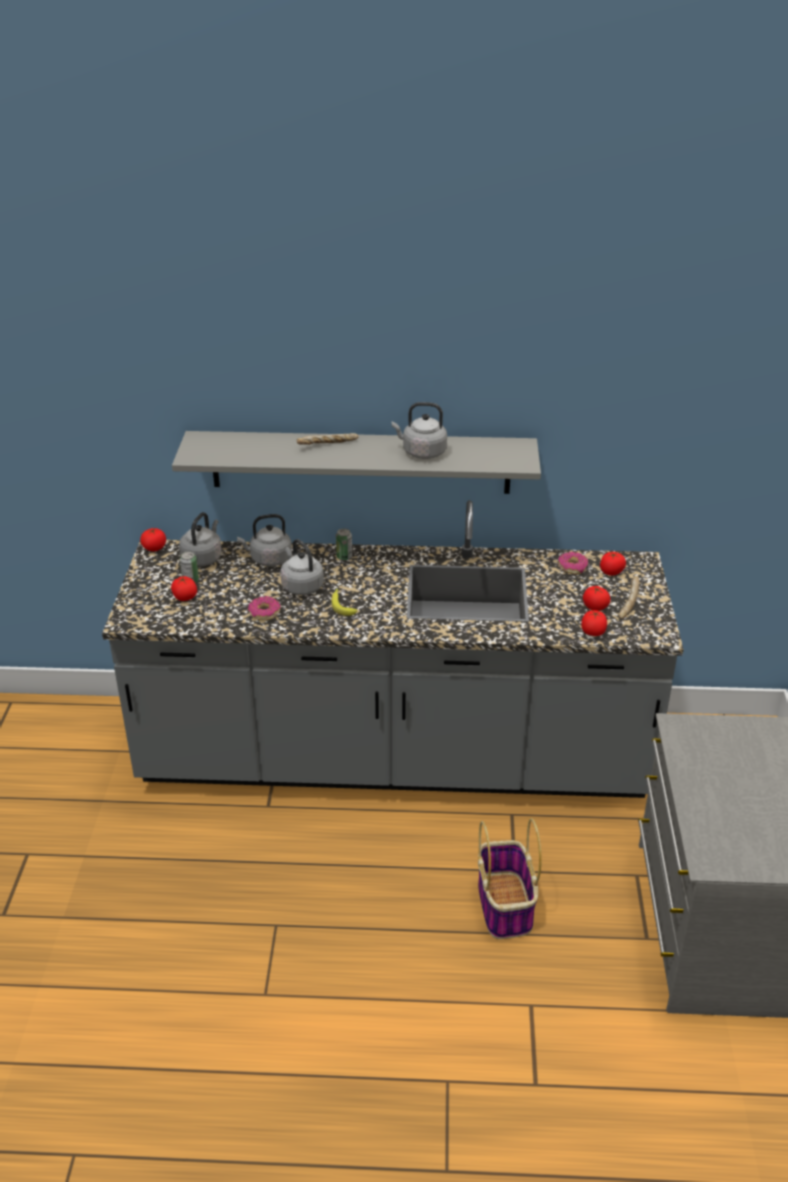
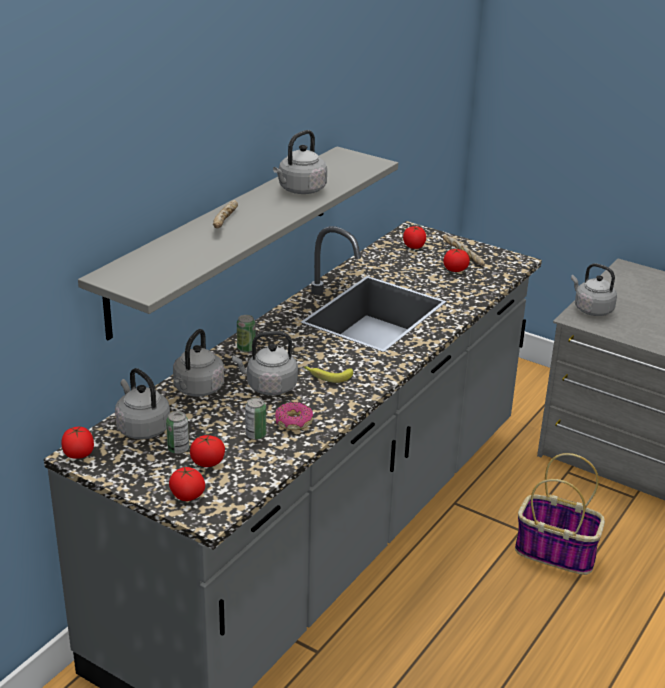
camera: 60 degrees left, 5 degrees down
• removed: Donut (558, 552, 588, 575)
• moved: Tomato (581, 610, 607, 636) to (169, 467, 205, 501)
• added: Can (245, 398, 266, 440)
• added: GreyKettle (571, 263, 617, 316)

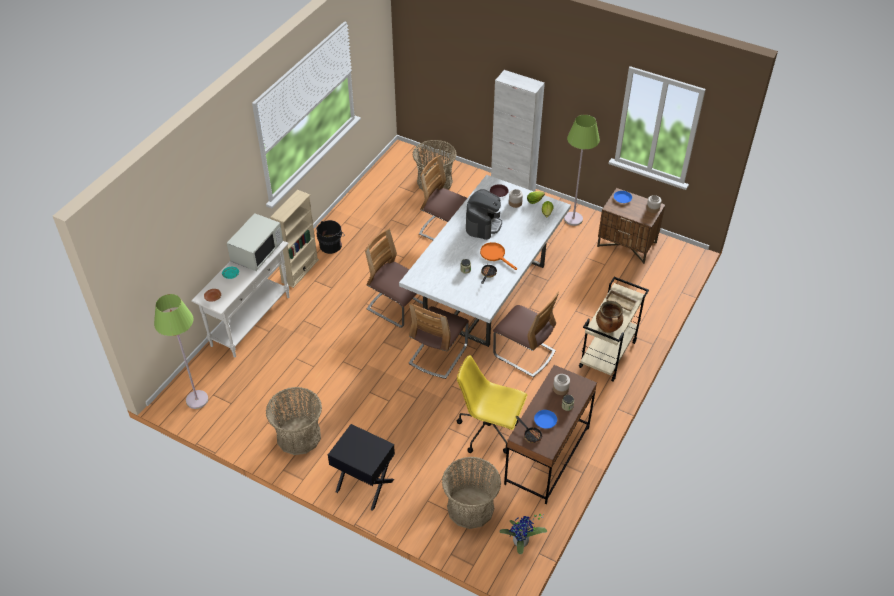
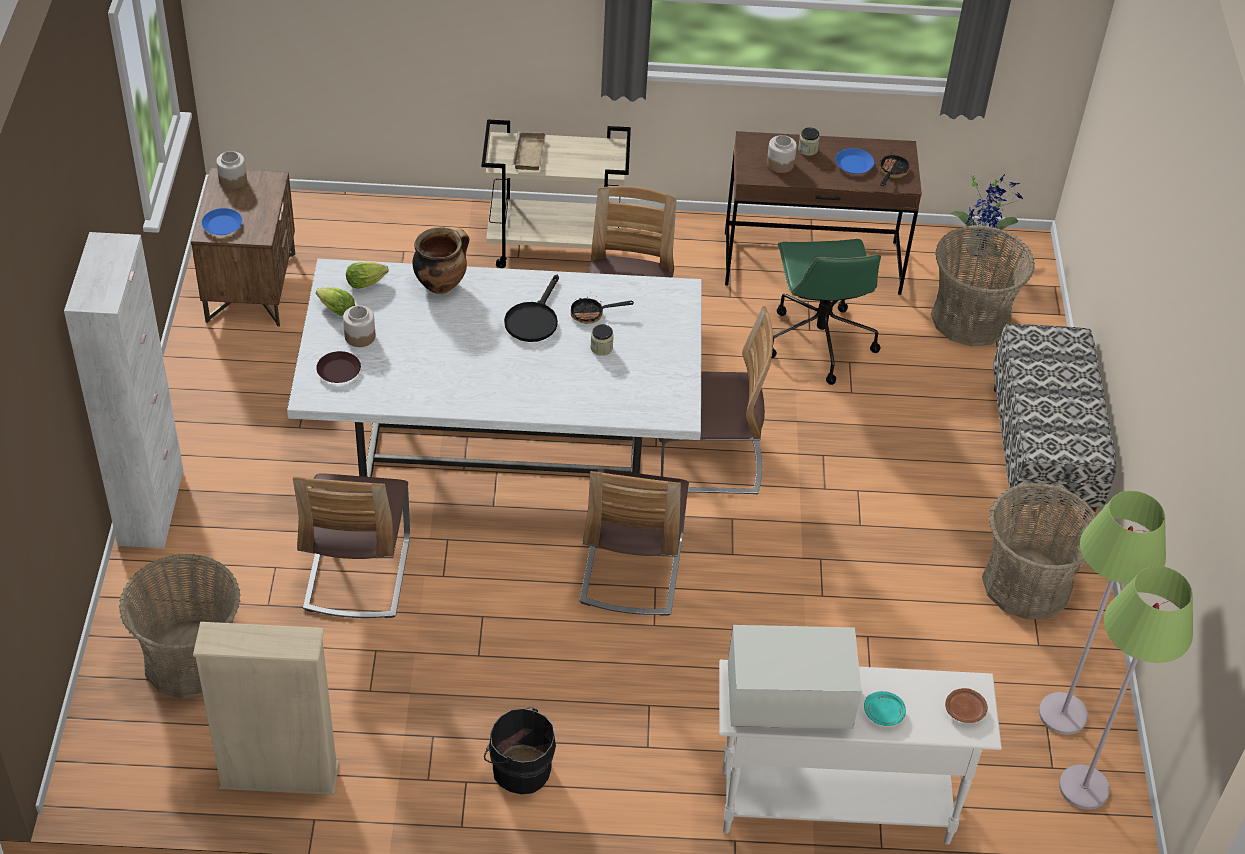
camera: 120 degrees left, 0 degrees up
• moved: BeigeBookcase (270, 190, 319, 288) to (193, 622, 339, 795)
• replaced: BlackNightstand (328, 424, 395, 511) to Bench (993, 324, 1116, 522)
• recoloured: YellowOfficeChair (457, 355, 527, 454) to GreenOfficeChair (772, 239, 881, 385)
• removed: CoffeeMachine (466, 189, 502, 240)
• recoloured: OrangeFryingPan (480, 242, 517, 270) to BlackFryingPan (504, 275, 559, 342)
• moved: GreenFloorLamp (564, 114, 600, 226) to (1039, 491, 1166, 735)
• moved: CookingPot (596, 301, 623, 333) to (412, 227, 469, 294)

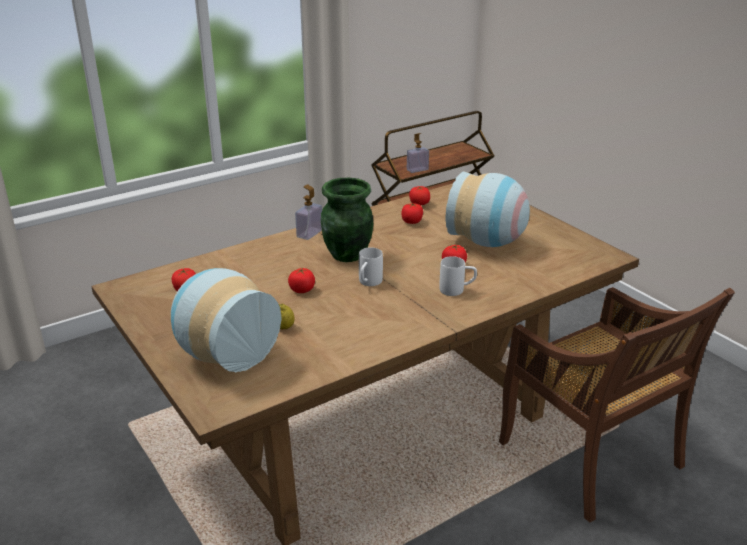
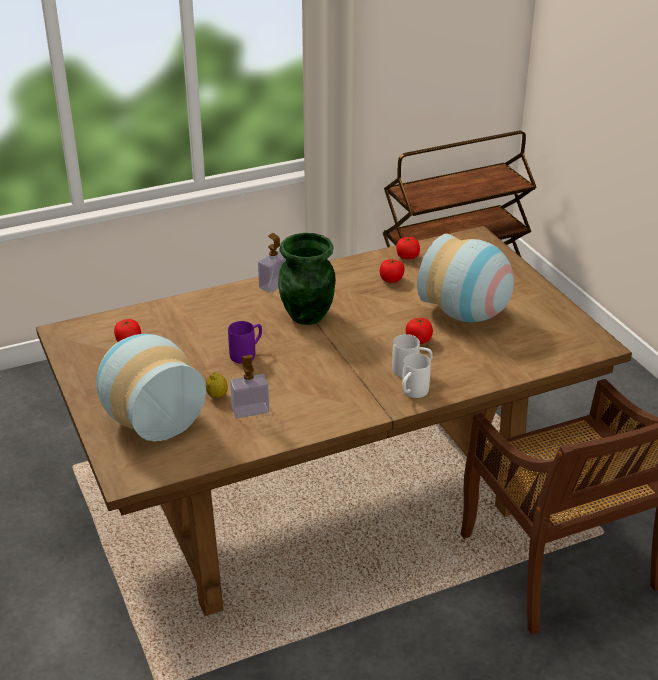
camera: 10 degrees right, 5 degrees up
• replaced: Tomato (288, 268, 315, 293) to PurpleMug (228, 321, 262, 364)
• moved: WhiteMug (359, 247, 383, 286) to (402, 354, 431, 398)
• moved: SoapDispenser (407, 133, 429, 173) to (230, 355, 269, 418)

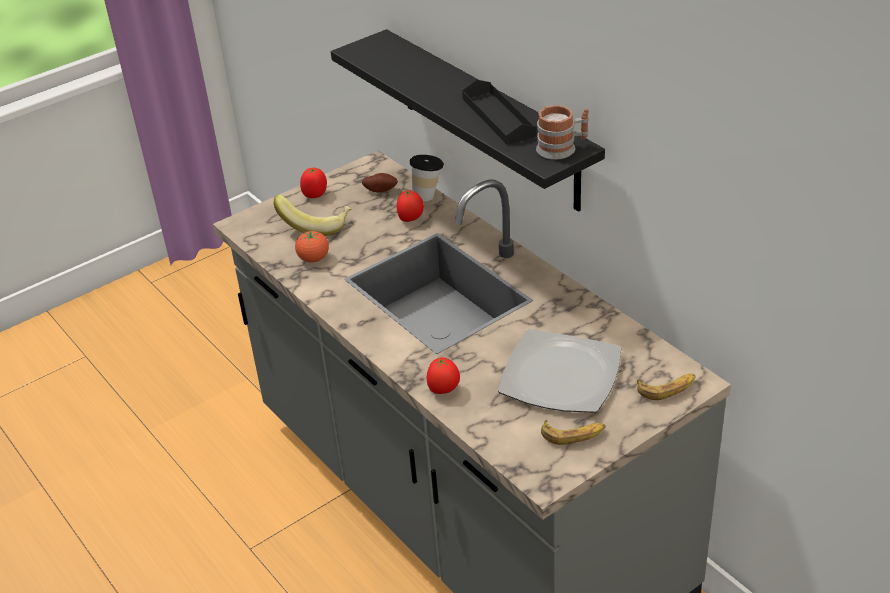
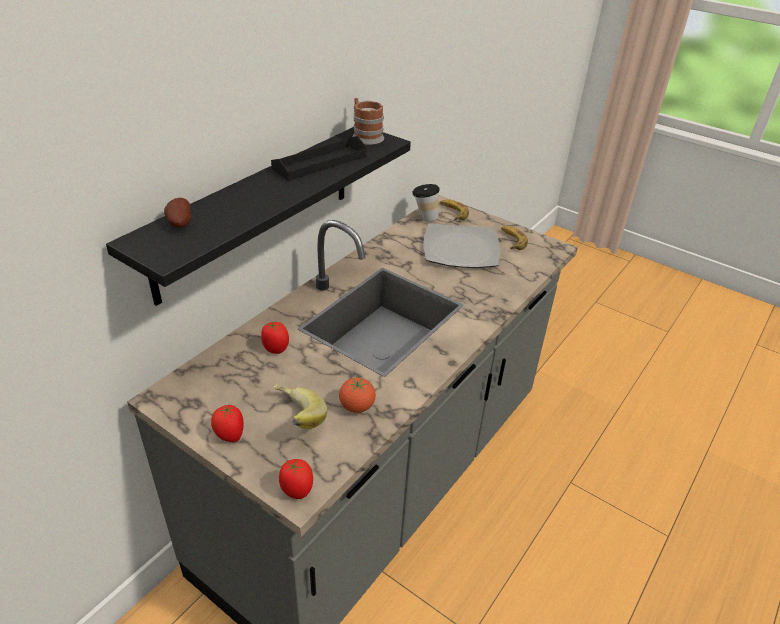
camera: 110 degrees left, 0 degrees up
• moved: Potato (362, 173, 398, 193) to (164, 198, 191, 228)
• moved: Cup (410, 155, 444, 201) to (412, 184, 440, 222)
• moved: Tomato (426, 357, 460, 394) to (279, 459, 313, 499)

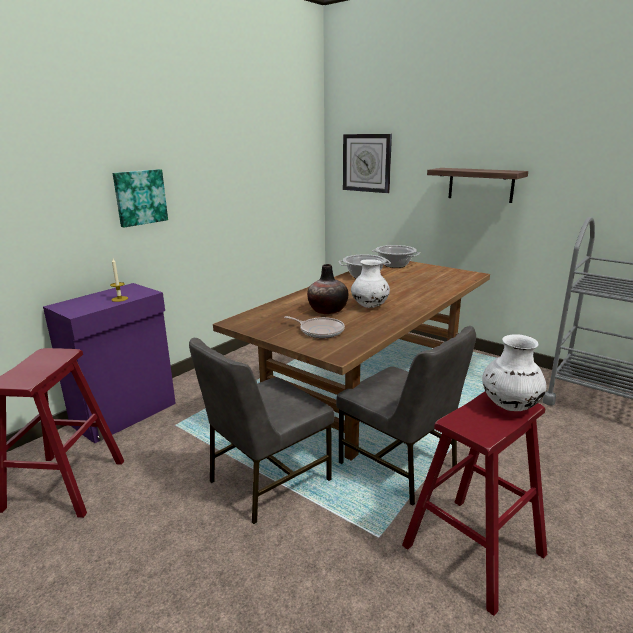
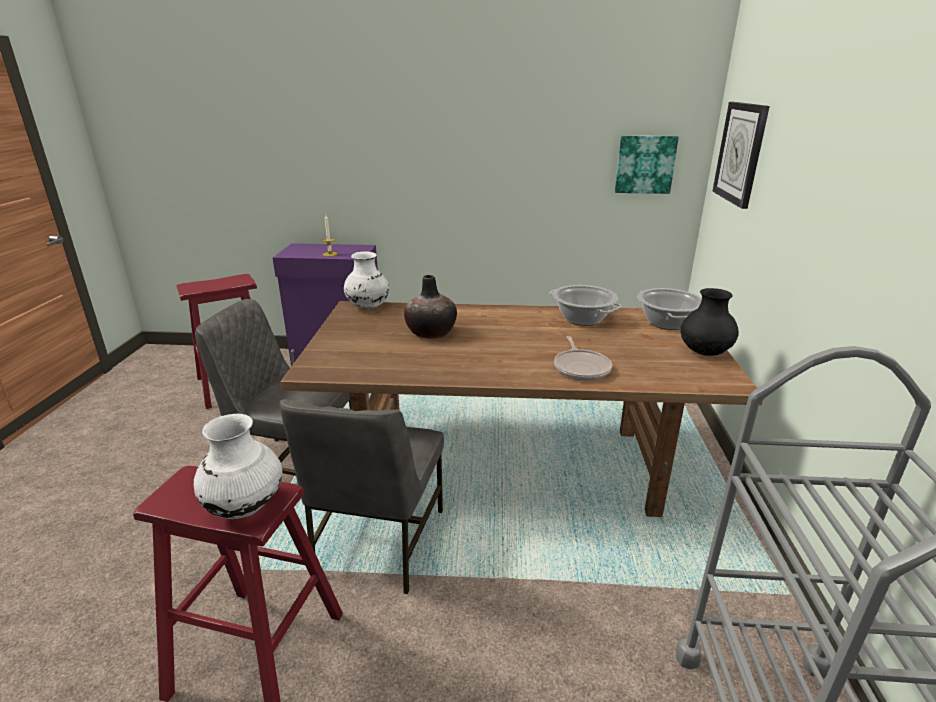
camera: 55 degrees right, 5 degrees up
• moved: Picture (113, 169, 168, 228) to (615, 135, 679, 194)
• moved: FryingPan (284, 316, 345, 338) to (554, 336, 612, 380)
• moved: WhiteVase (351, 259, 390, 308) to (344, 251, 389, 309)
• removed: Shelf (427, 168, 528, 203)
• added: BlackVase (680, 288, 739, 356)

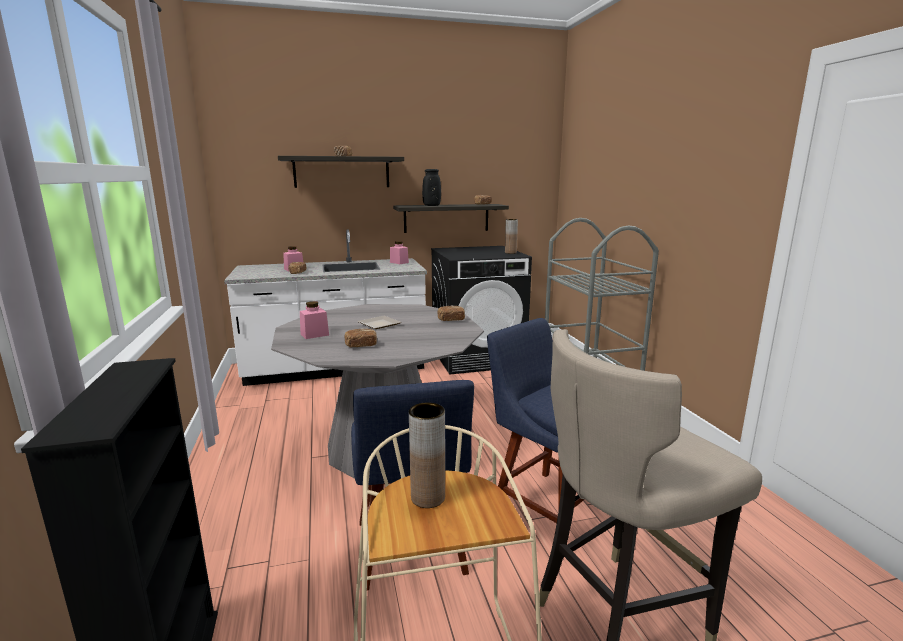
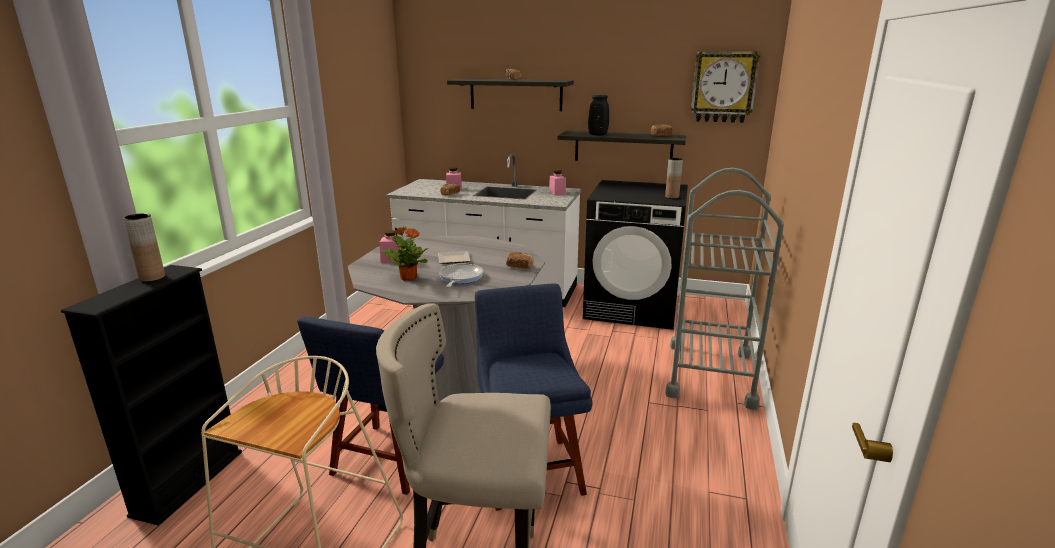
camera: 30 degrees right, 5 degrees up
• replaced: Bread (344, 329, 377, 347) to PottedPlant (382, 226, 429, 281)
• moved: BrownVase (409, 403, 445, 508) to (123, 213, 165, 282)
• added: FryingPan (439, 264, 483, 287)
• added: WallClock (691, 51, 760, 123)

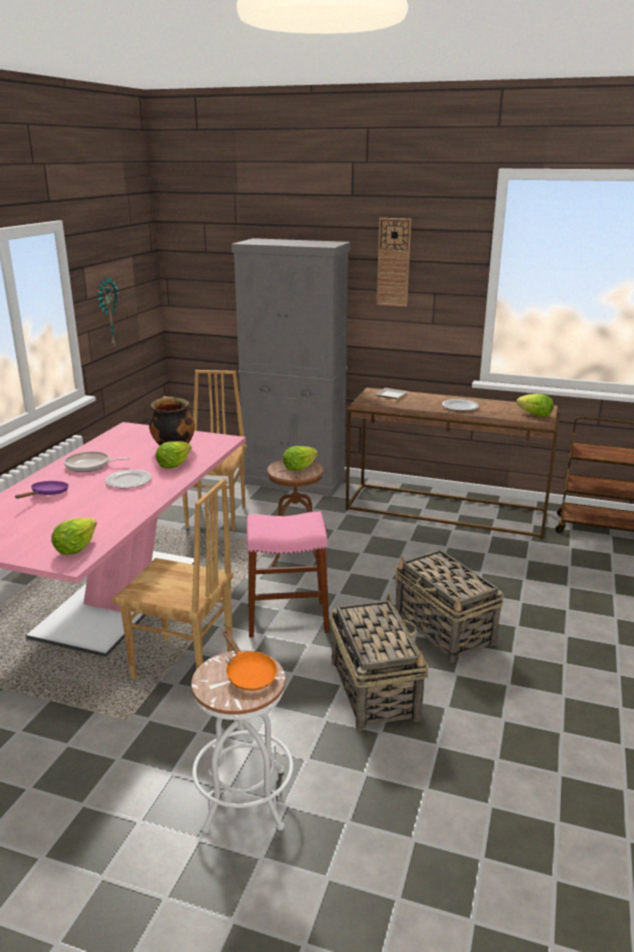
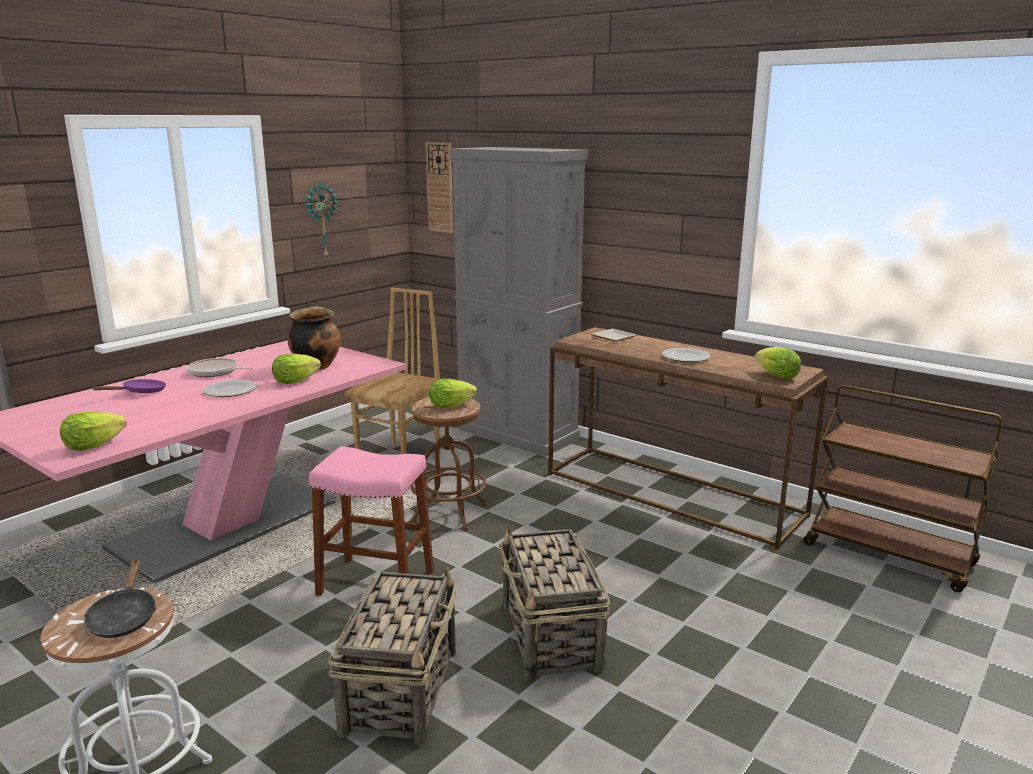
camera: 20 degrees right, 5 degrees down
• removed: BrownChair (112, 478, 233, 679)
• recoloured: OrangeFryingPan (223, 630, 277, 691) to BlackFryingPan (84, 559, 156, 638)
• moved: WallClock (377, 218, 411, 307) to (425, 142, 453, 233)

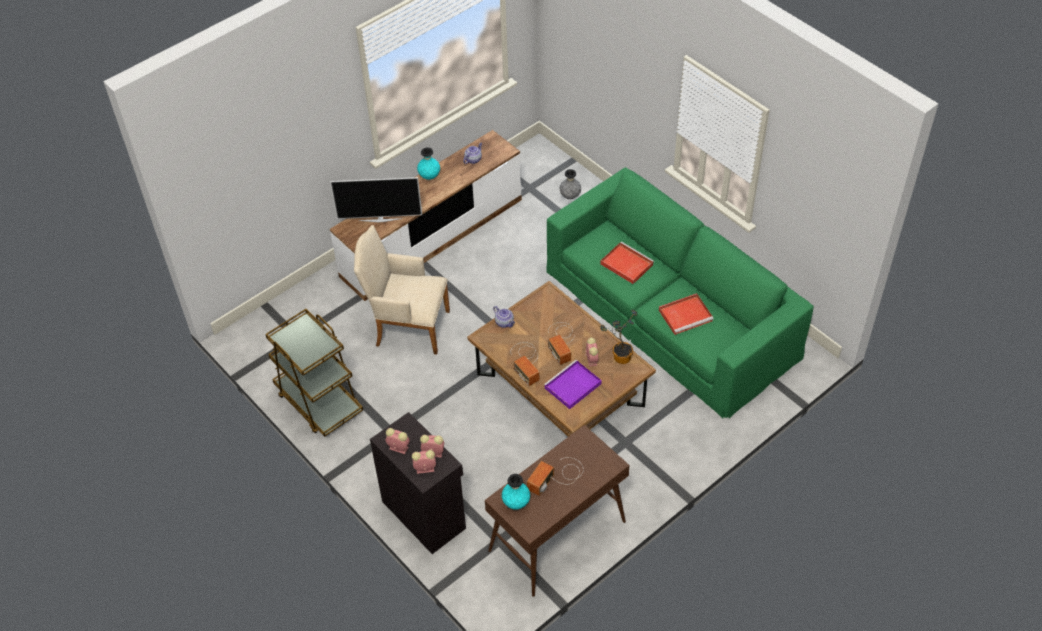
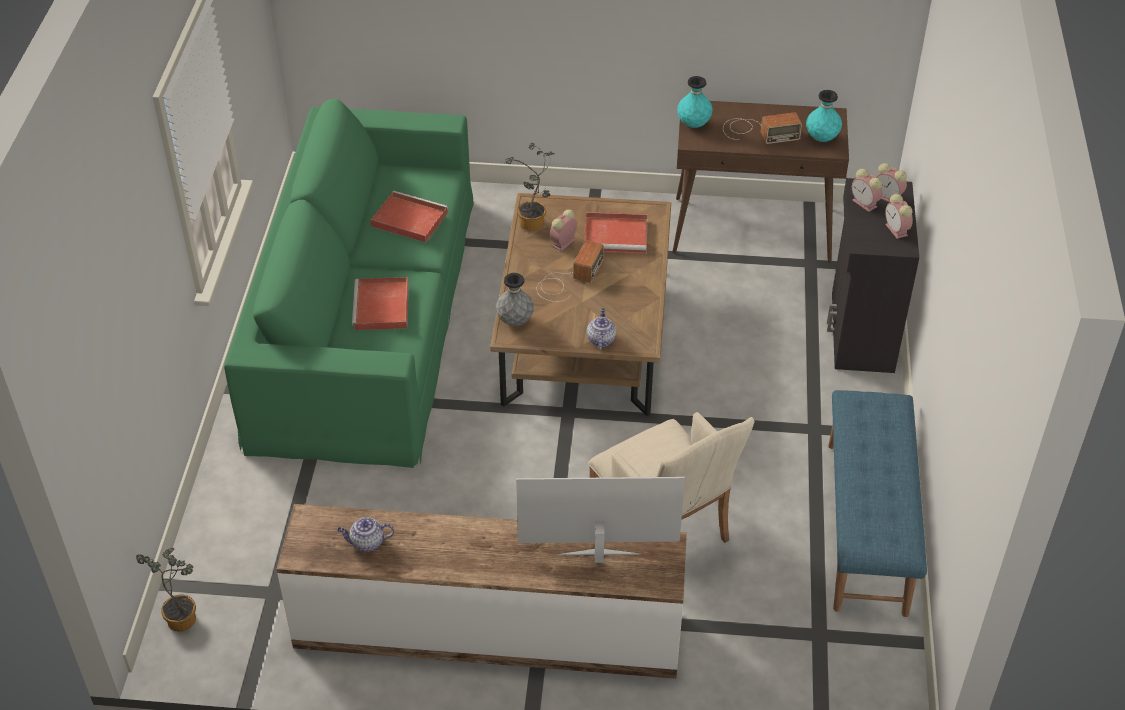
camera: 135 degrees left, 5 degrees down
• replaced: BrownCart (265, 309, 363, 437) to BlueBench (828, 390, 927, 617)
• turned: Television (330, 177, 422, 222) = (516, 477, 685, 563) 45 degrees counterclockwise
• moved: TurquoiseVase (417, 147, 440, 180) to (678, 76, 713, 128)
• removed: Radio (511, 342, 540, 387)
• recoloured: PurpleTray (544, 360, 602, 409) to RedTray (584, 212, 648, 254)
• moved: GreyVase (560, 169, 581, 199) to (496, 273, 534, 326)
• added: PottedPlant (136, 548, 196, 631)

